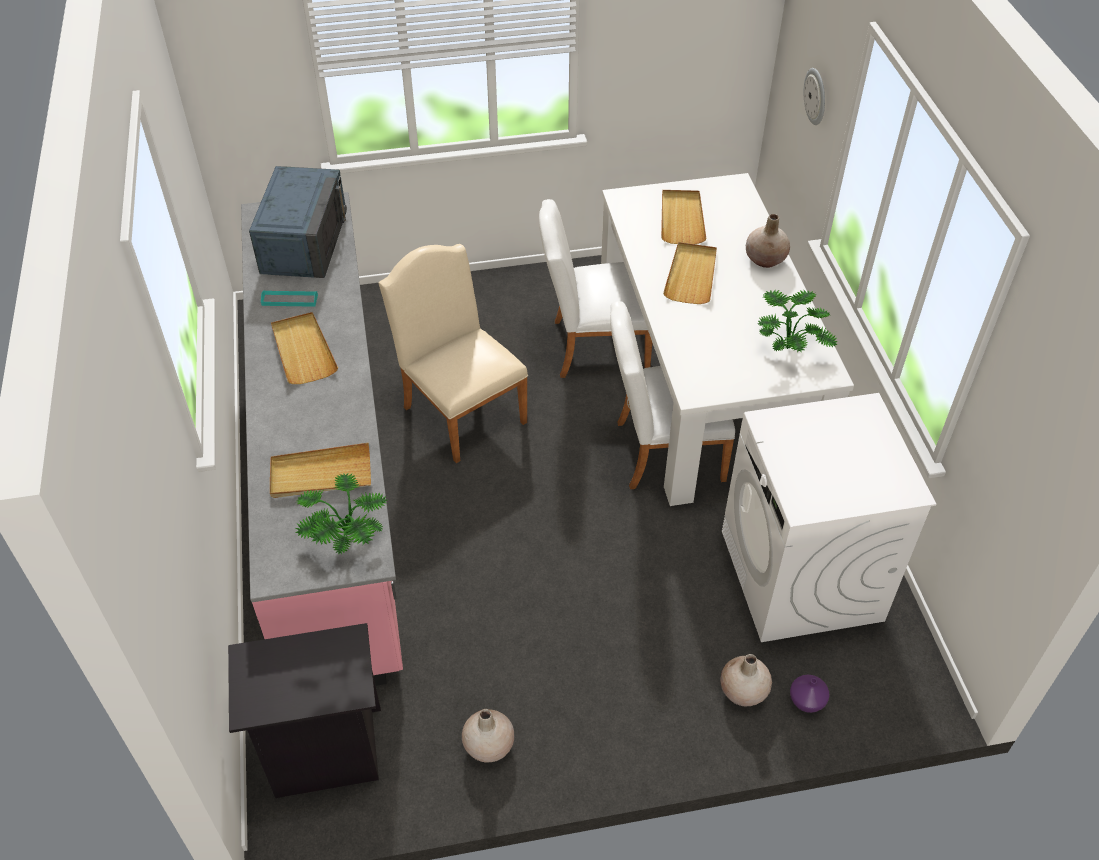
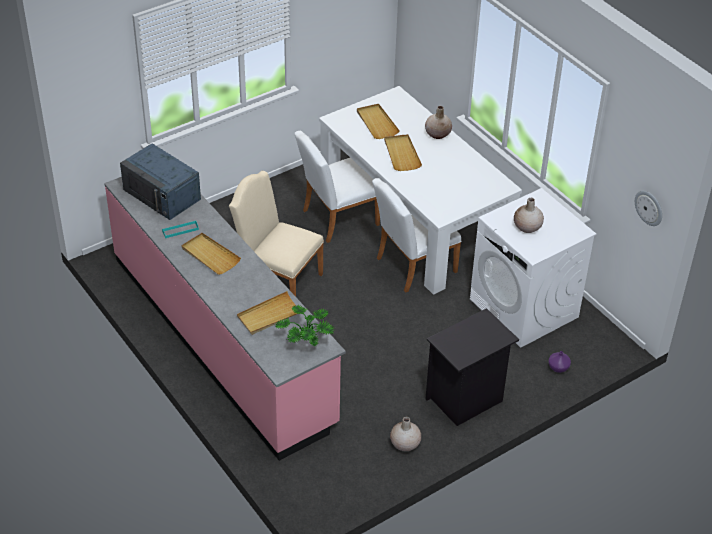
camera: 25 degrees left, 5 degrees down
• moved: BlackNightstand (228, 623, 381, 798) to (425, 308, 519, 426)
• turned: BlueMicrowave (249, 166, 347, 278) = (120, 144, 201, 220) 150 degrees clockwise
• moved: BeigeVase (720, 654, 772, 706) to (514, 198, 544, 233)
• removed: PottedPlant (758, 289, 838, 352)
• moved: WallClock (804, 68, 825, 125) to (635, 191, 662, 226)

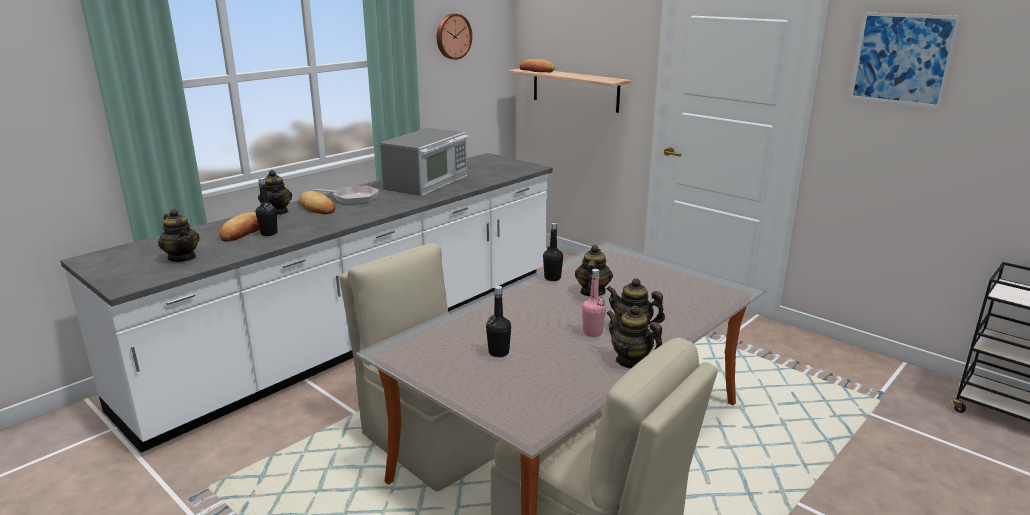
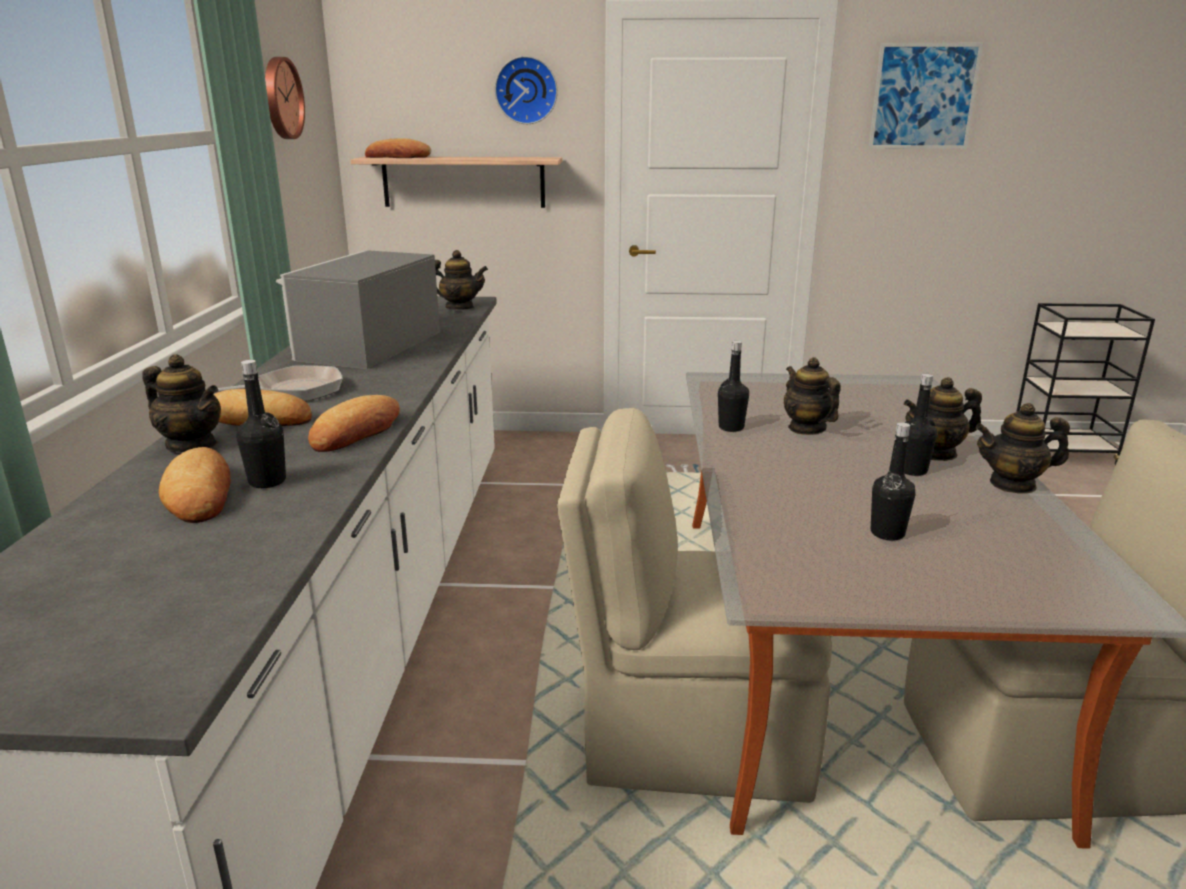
camera: 40 degrees left, 0 degrees up
• moved: Teapot (158, 209, 200, 262) to (435, 250, 488, 310)
• turned: Microwave (380, 128, 469, 196) = (276, 250, 440, 369) 150 degrees counterclockwise
• recoloured: PinkBottle (582, 269, 606, 337) to BlackBottle (904, 374, 937, 476)
• added: Bread (308, 395, 400, 452)
• added: WallClock (495, 56, 558, 124)

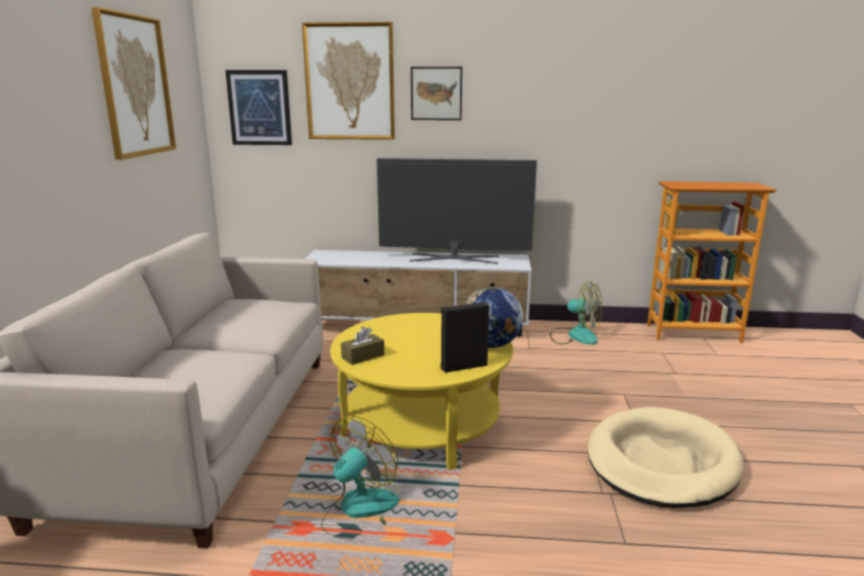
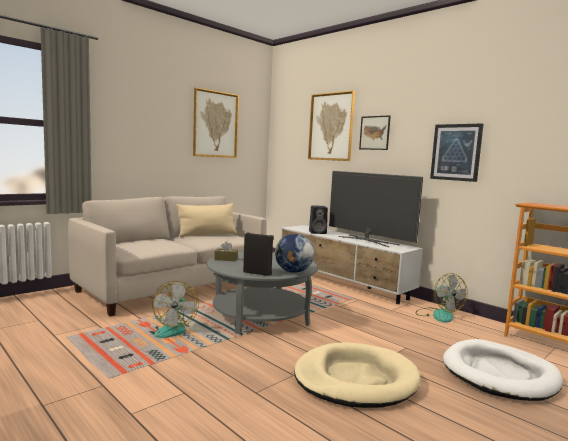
camera: 40 degrees right, 10 degrees down
• moved: Picture (225, 70, 292, 145) to (430, 123, 484, 182)
• turned: Fan (321, 417, 399, 542) = (152, 281, 199, 338) 105 degrees clockwise
• recoloured: YellowCoffeeTable (330, 313, 513, 470) to GreyCoffeeTable (207, 252, 317, 334)
• added: BeigePillow (176, 203, 237, 237)
• added: BlackSpeaker (309, 205, 328, 234)
• added: WhiteDogBed (443, 339, 563, 401)

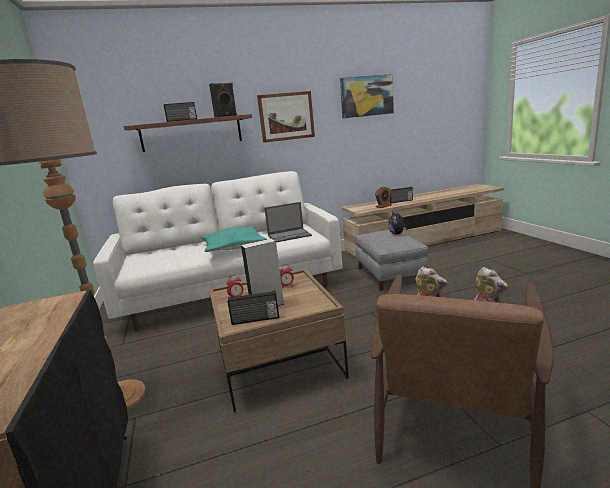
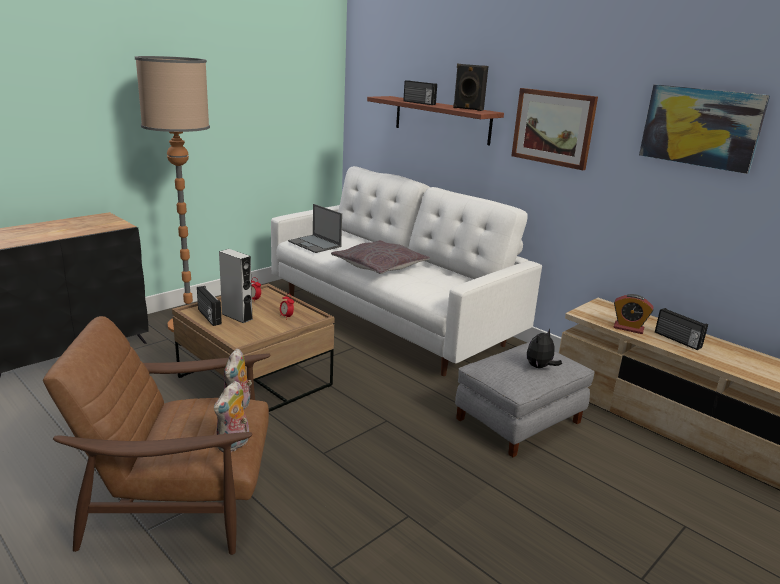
camera: 60 degrees right, 5 degrees up
• recoloured: TurquoisePillow (200, 226, 267, 252) to GreyPillow (331, 240, 430, 274)
• moved: Laptop (264, 202, 312, 242) to (288, 204, 342, 253)

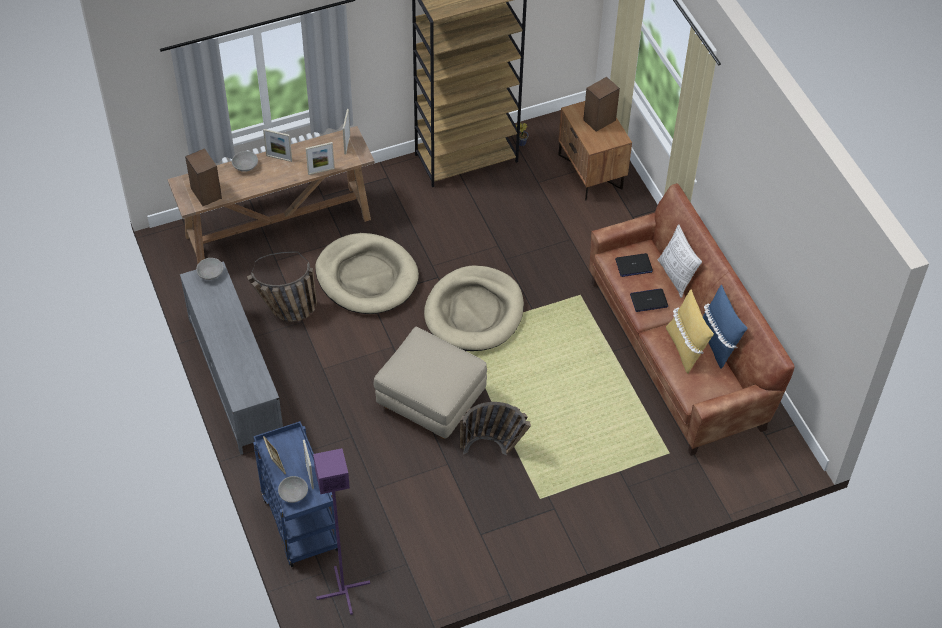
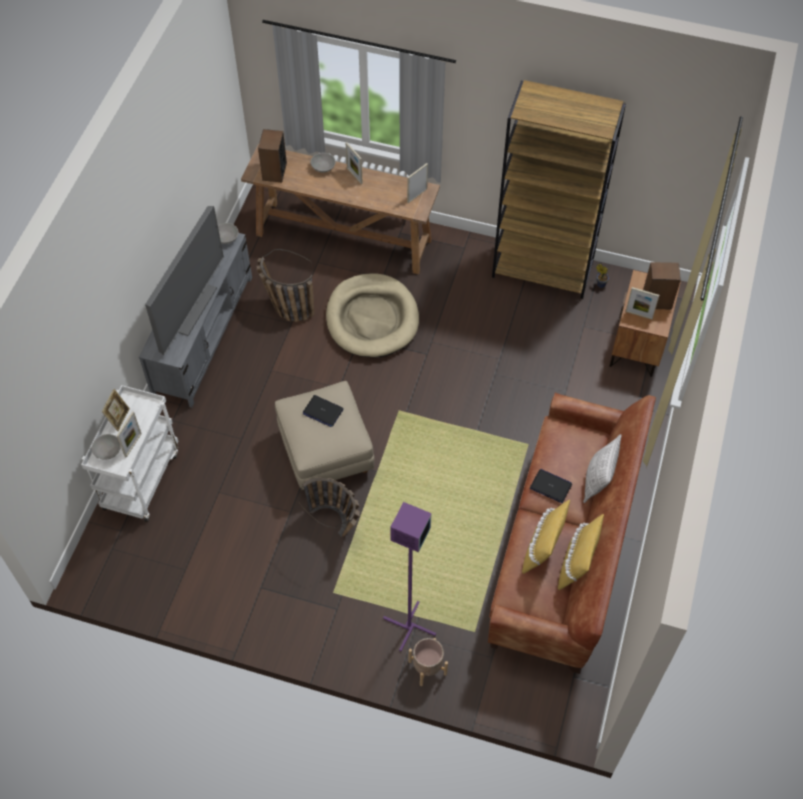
camera: 40 degrees right, 5 degrees up
• recoloured: BlueCart (253, 421, 338, 567) to WhiteCart (81, 385, 178, 522)
• moved: PictureFrame (306, 142, 335, 175) to (626, 287, 659, 319)
• moved: PurpleFloorLamp (313, 448, 370, 615) to (383, 502, 436, 652)
• removed: BeigeDogBed (424, 265, 524, 351)
• moved: Laptop (615, 253, 653, 277) to (303, 395, 344, 427)
• recoloured: BluePillow (703, 285, 748, 369) to YellowPillow (558, 514, 604, 590)
• added: Television (145, 206, 224, 355)
• added: BeigePlanter (409, 638, 448, 686)

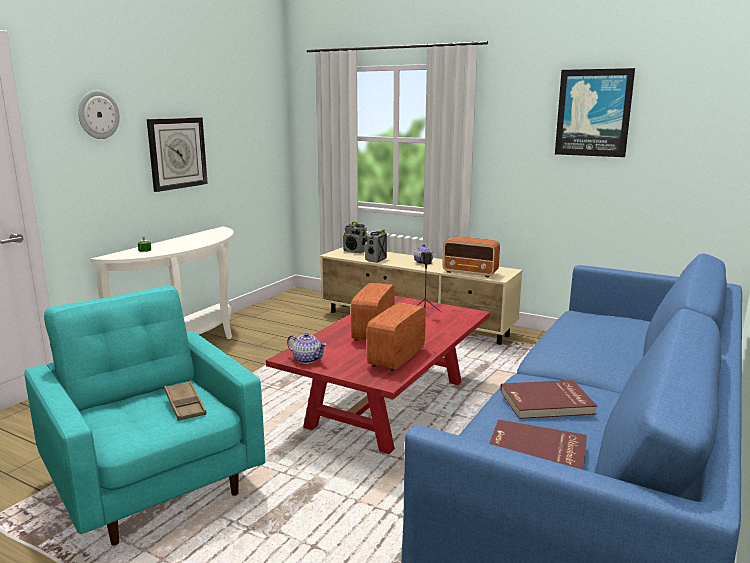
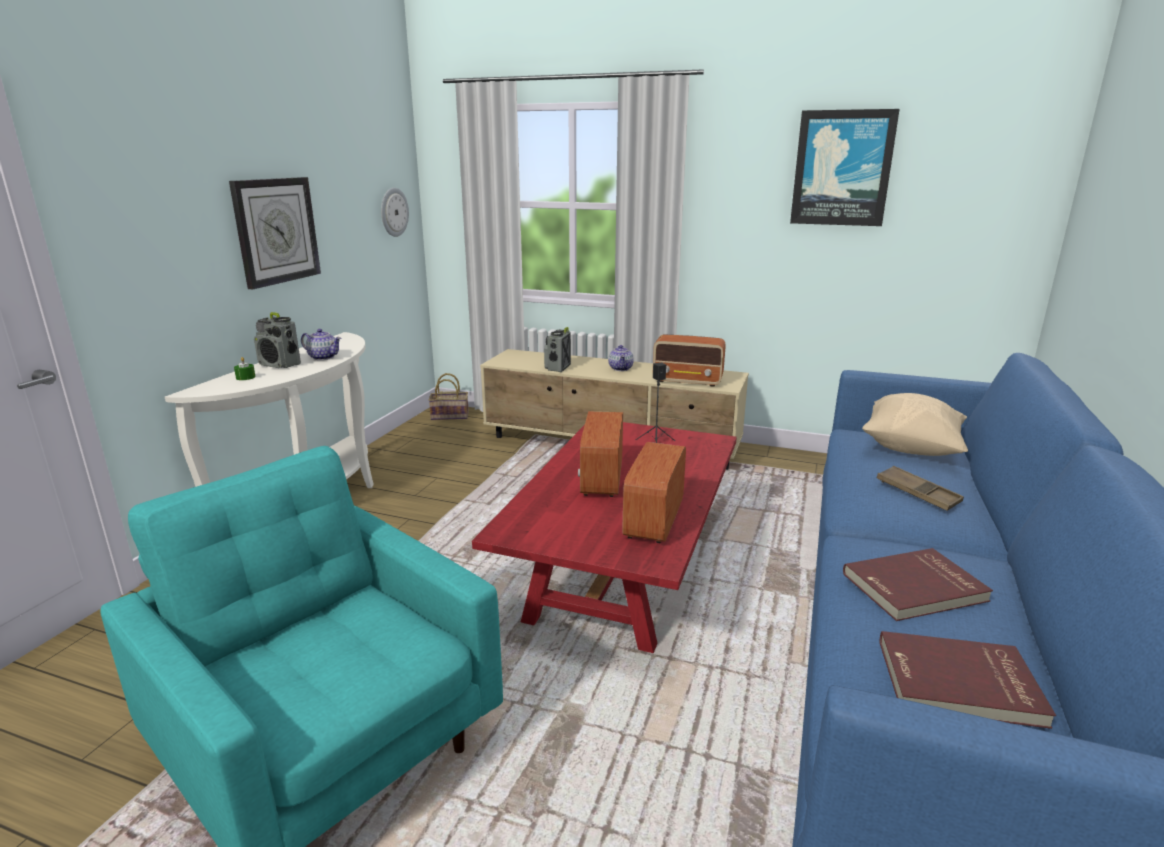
camera: 10 degrees left, 5 degrees up
• moved: WallClock (78, 90, 120, 139) to (381, 188, 409, 237)
• moved: BrownTray (164, 381, 206, 421) to (877, 466, 964, 511)
• moved: Teapot (287, 333, 327, 364) to (301, 329, 341, 360)
• moved: Radio (343, 221, 367, 253) to (254, 312, 301, 368)
• added: Basket (429, 373, 469, 420)
• added: BeigePillow (862, 393, 968, 456)

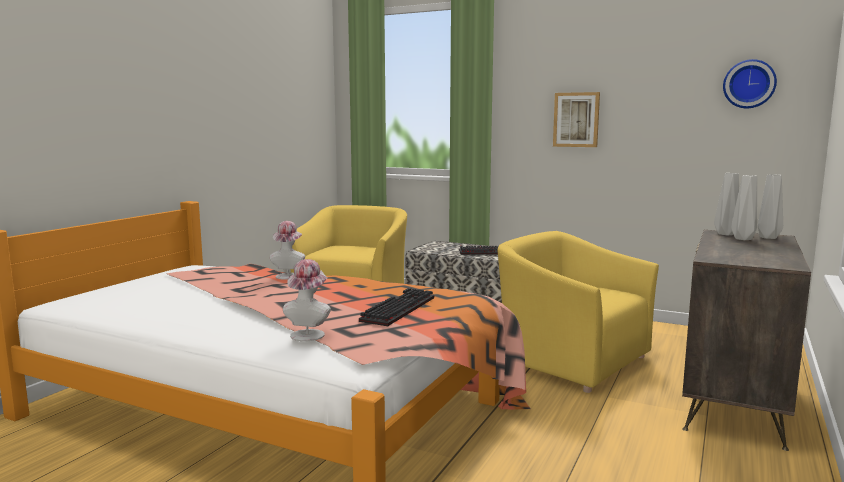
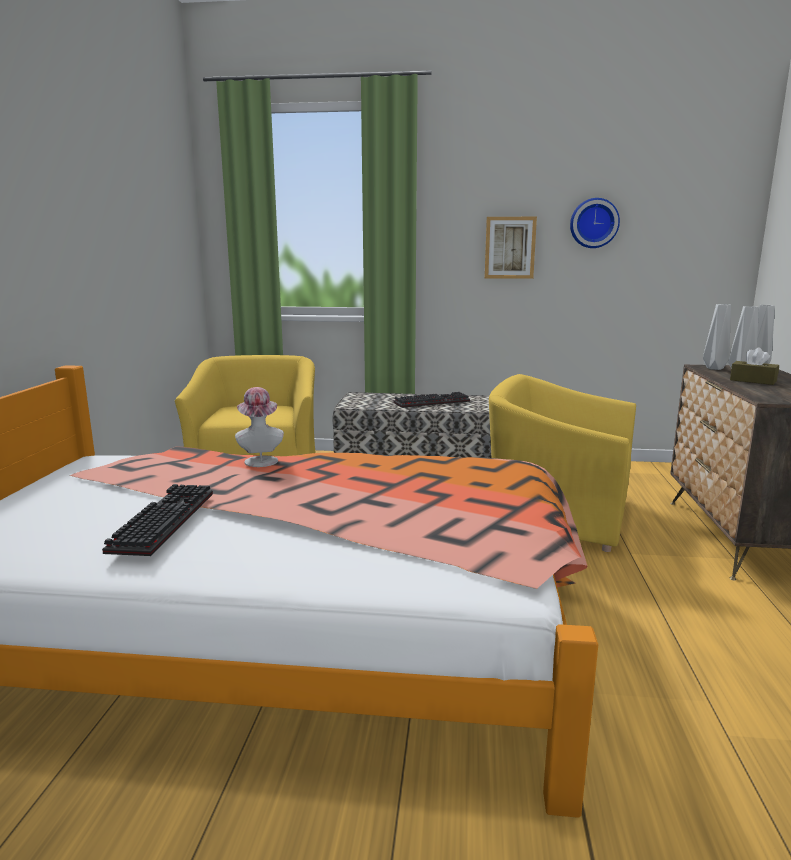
camera: 20 degrees left, 5 degrees up
• removed: Hat (283, 259, 331, 341)
• moved: Keyboard (359, 288, 434, 326) to (102, 484, 213, 556)
• moved: WallClock (723, 59, 777, 108) to (570, 198, 620, 248)
• added: BrownTissueBox (730, 347, 779, 385)

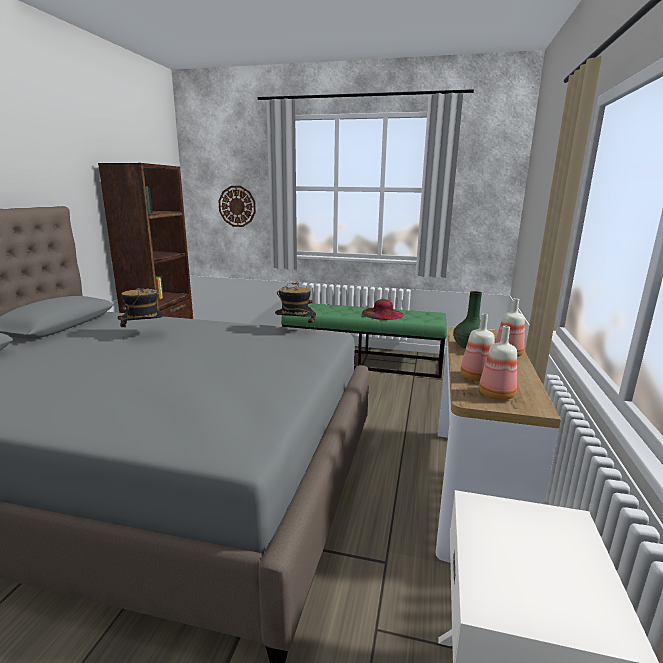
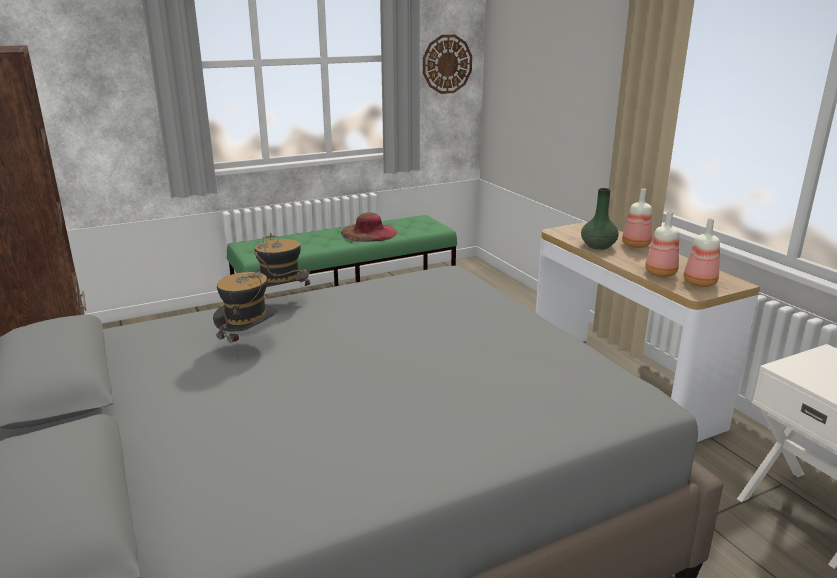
camera: 40 degrees left, 5 degrees up
• moved: WallClock (218, 186, 256, 227) to (423, 35, 472, 94)
• moved: Hat (275, 282, 316, 331) to (253, 233, 310, 295)

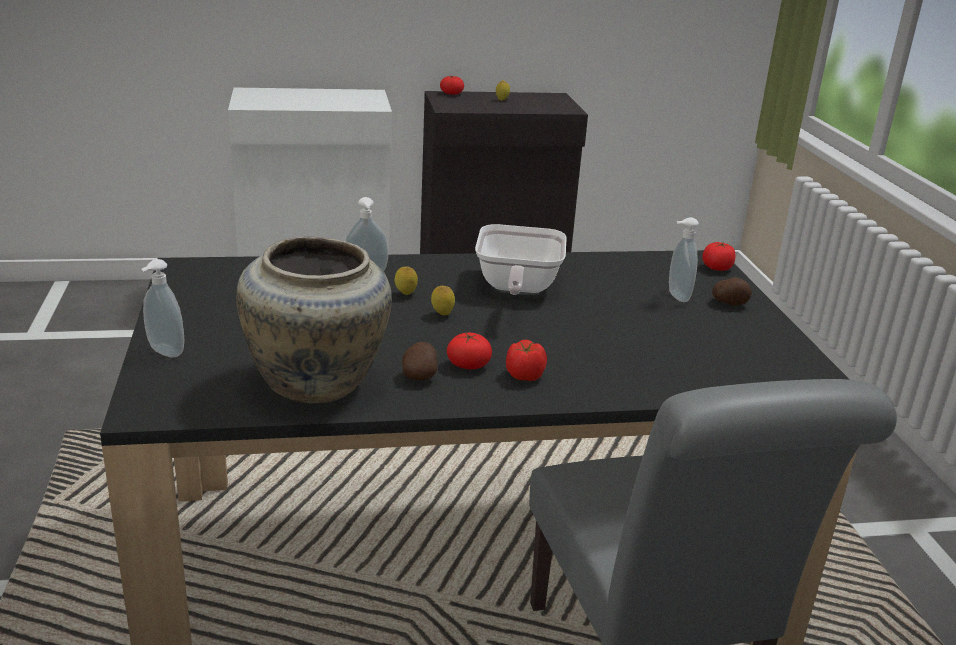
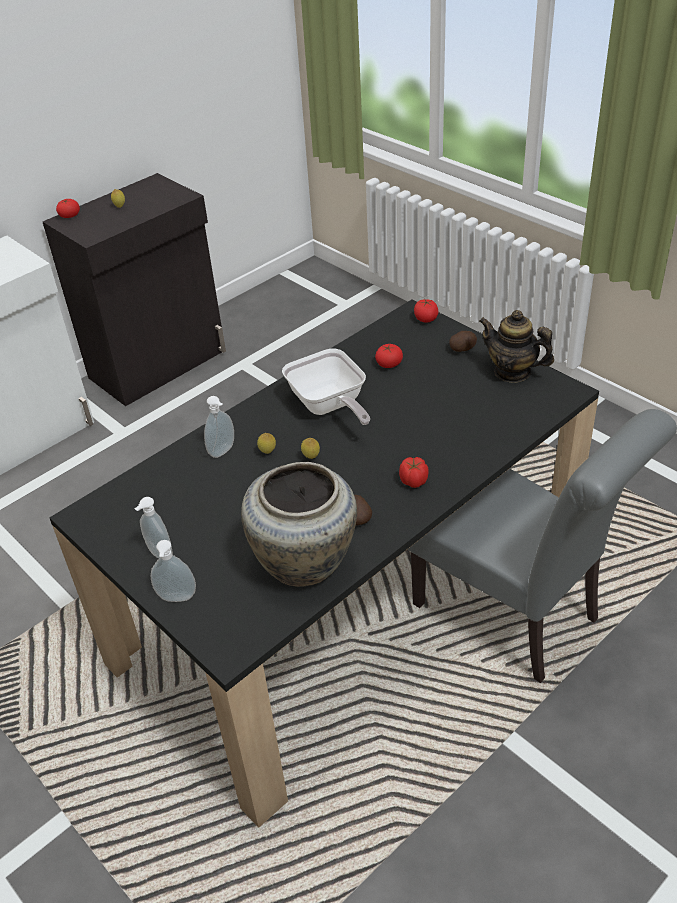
camera: 30 degrees left, 15 degrees up
• moved: Tomato (447, 332, 492, 370) to (375, 344, 403, 368)
• moved: SoapDispenser (669, 217, 699, 302) to (135, 497, 173, 559)
• added: Teapot (479, 310, 554, 383)

